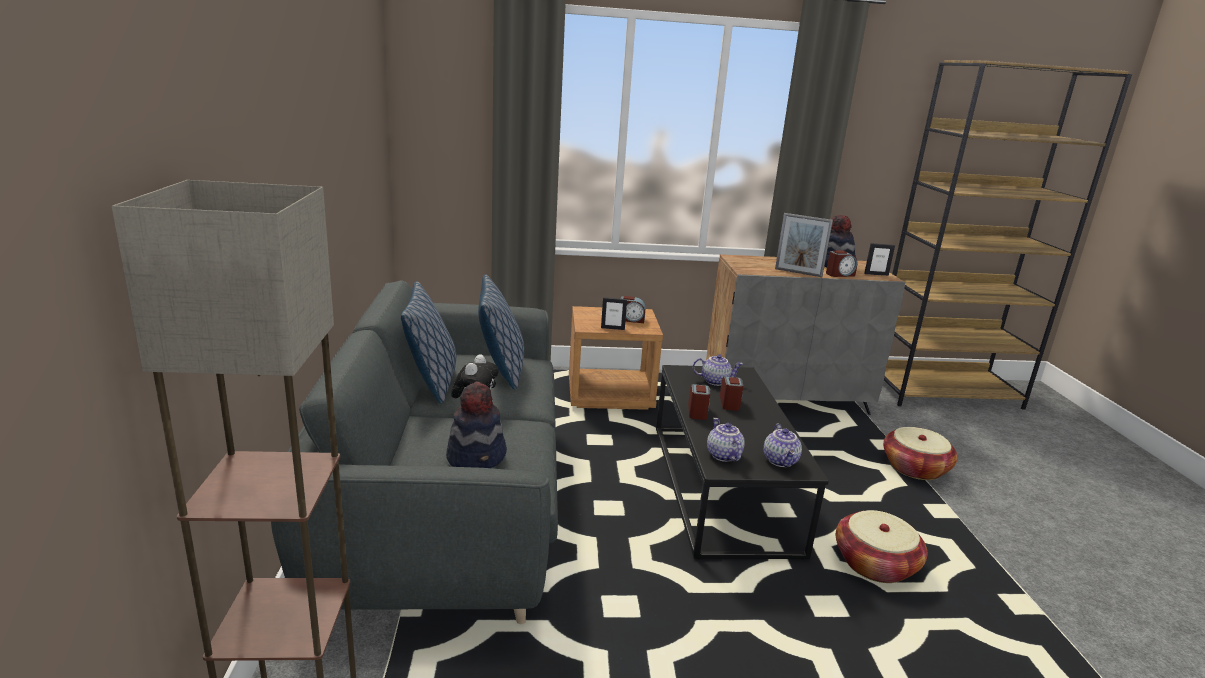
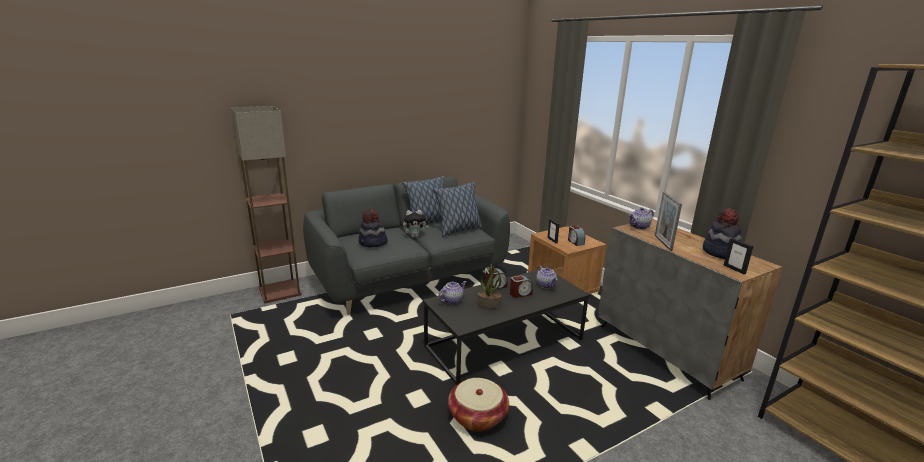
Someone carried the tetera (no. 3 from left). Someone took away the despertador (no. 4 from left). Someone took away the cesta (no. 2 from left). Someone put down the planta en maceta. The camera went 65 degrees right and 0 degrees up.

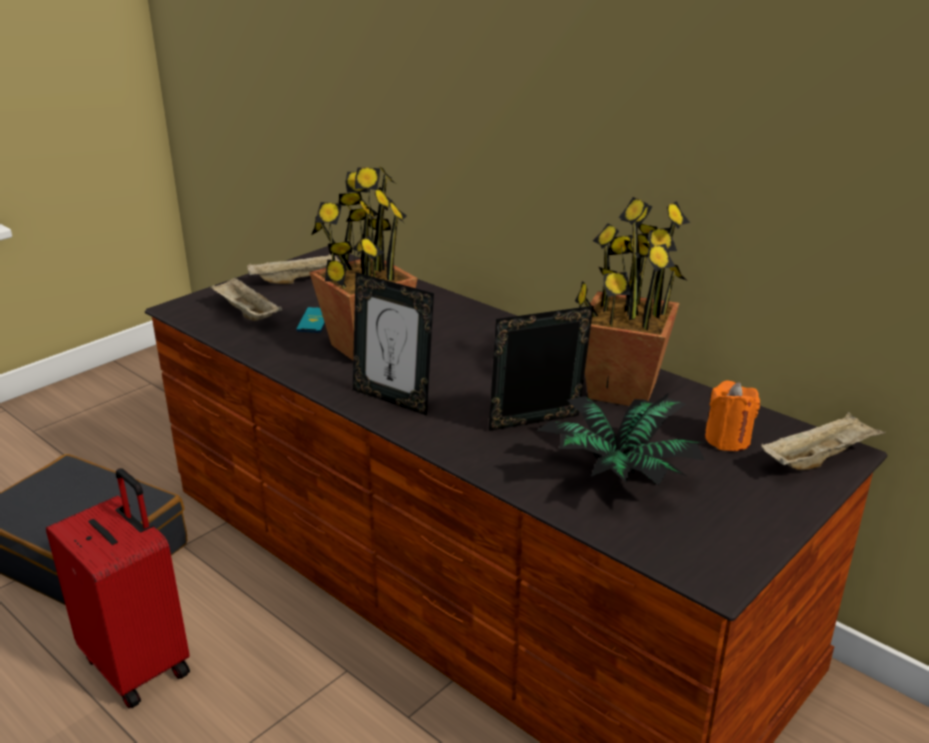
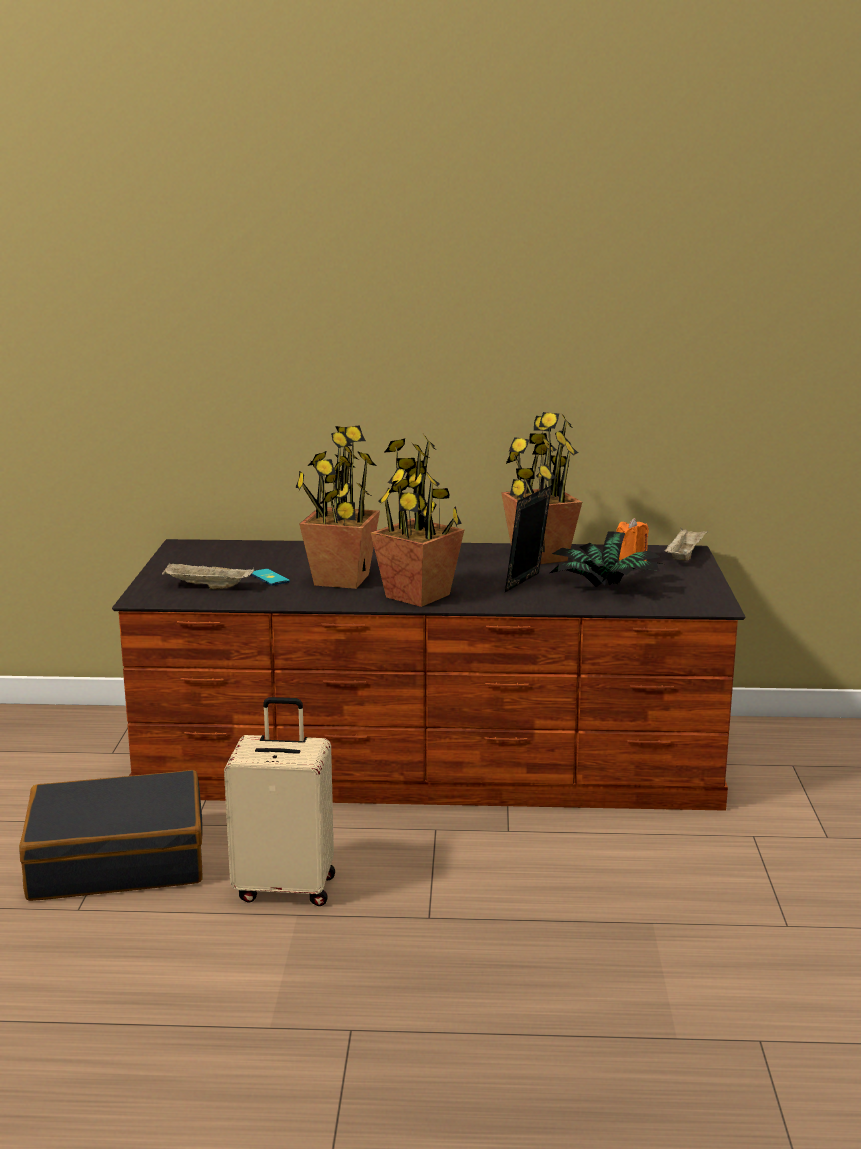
Someone repainted the maleta (rojo), which became the maleta (beis). Someone took away the bandeja (beis) (no. 2 from left). Someone swapped the portarretratos (no. 1 from left) for the planta en maceta (no. 2 from left). The camera went 40 degrees left and 10 degrees down.

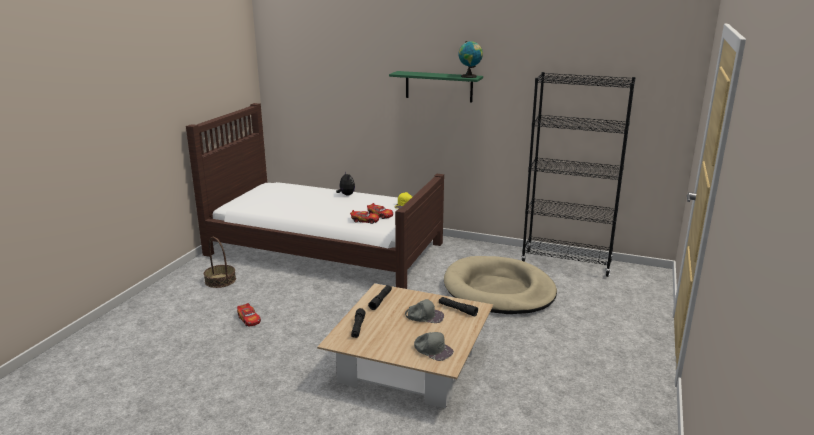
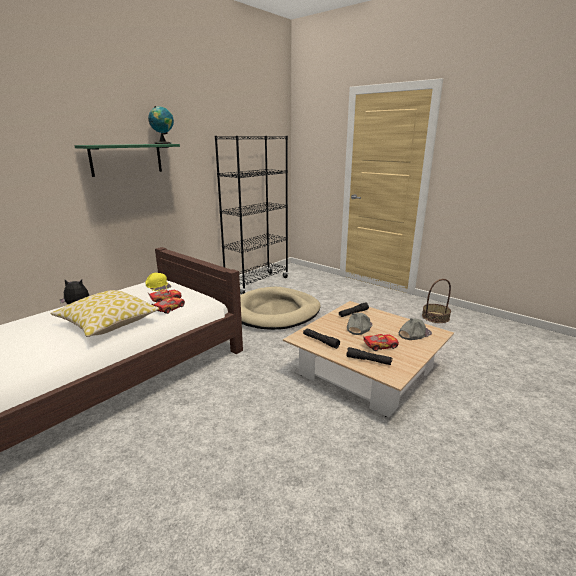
Someone carried the cesta. Someone carried the coche de juguete (no. 1 from left in the first image). Someone put down the cojín. The camera went 70 degrees left and 0 degrees up.

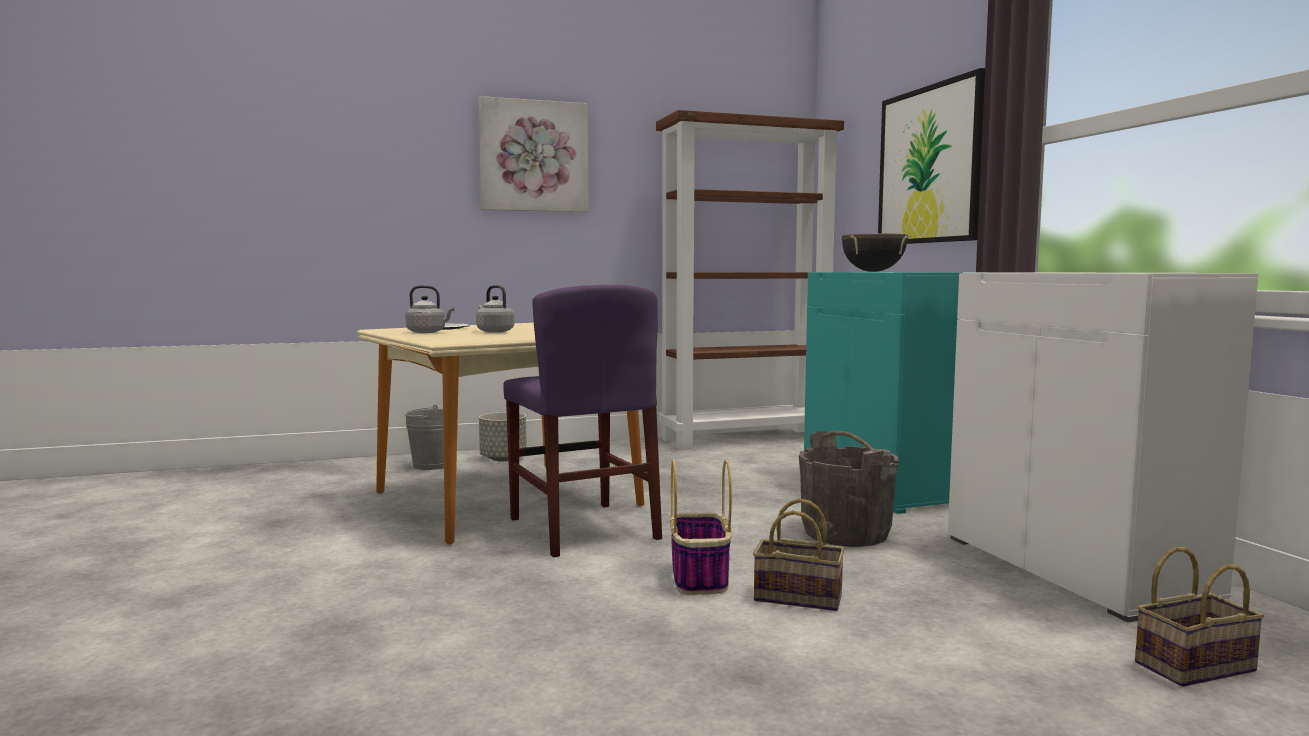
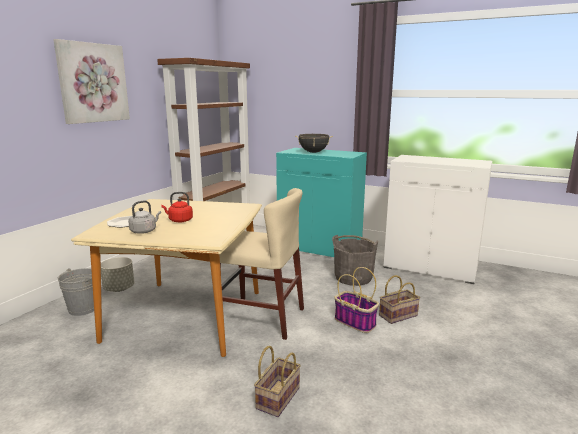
Someone repainted the hervidor (gris) (no. 2 from left), which became the hervidor (rojo). Someone repainted the silla (morado), which became the silla (beis). Someone took away the cuadro (no. 2 from left). Someone carried the cesta (no. 3 from left in the first image). The camera went 45 degrees left and 10 degrees up.

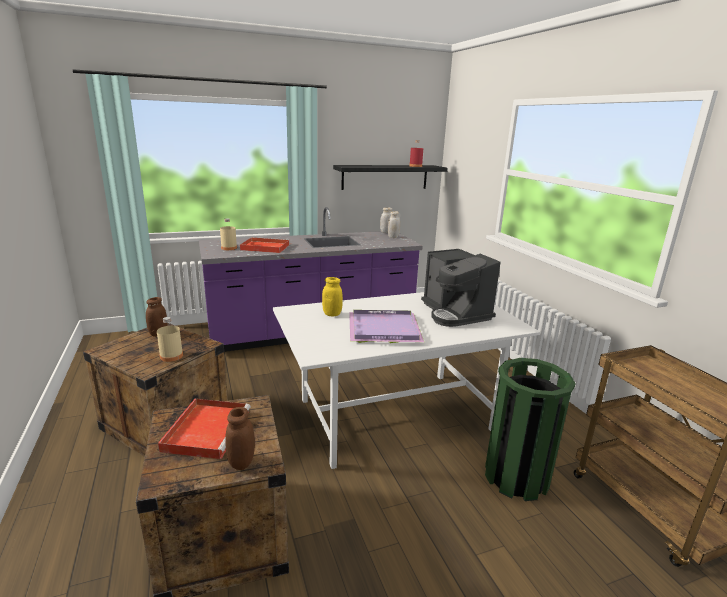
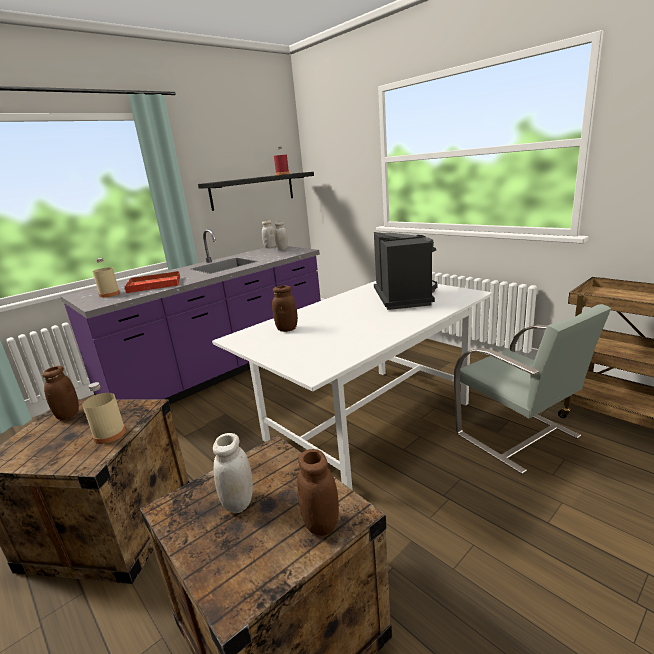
Someone swapped the bandeja (rojo) (no. 1 from left) for the tarro (blanco) (no. 1 from left). Someone repainted the tarro (amarillo), which became the tarro (marrón) (no. 2 from left). Someone took away the bandeja (morado). Someone rotated the cafetera by 135 degrees counterclockwise. Someone swapped the papelera (verde) for the silla (gris). The camera went 20 degrees left and 0 degrees up.

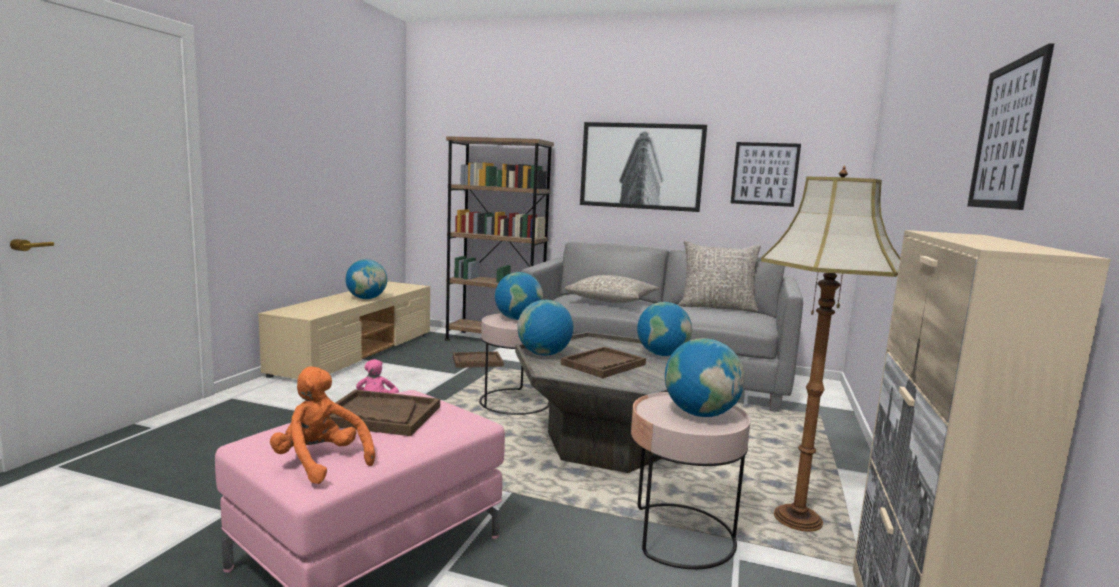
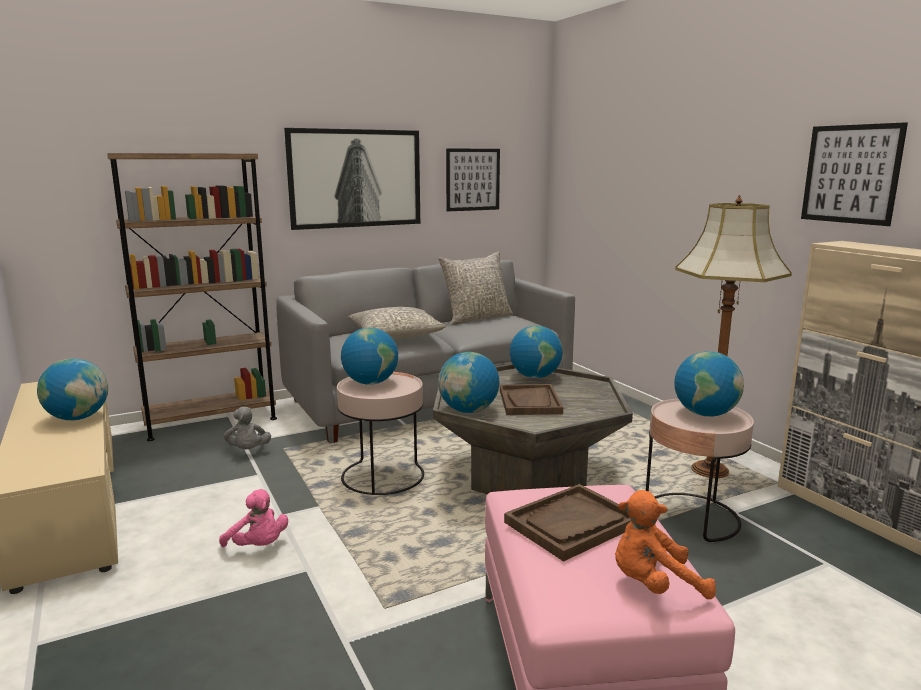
Someone swapped the bandeja (marrón) (no. 2 from left) for the peluche (gris). The camera went 45 degrees left and 5 degrees up.

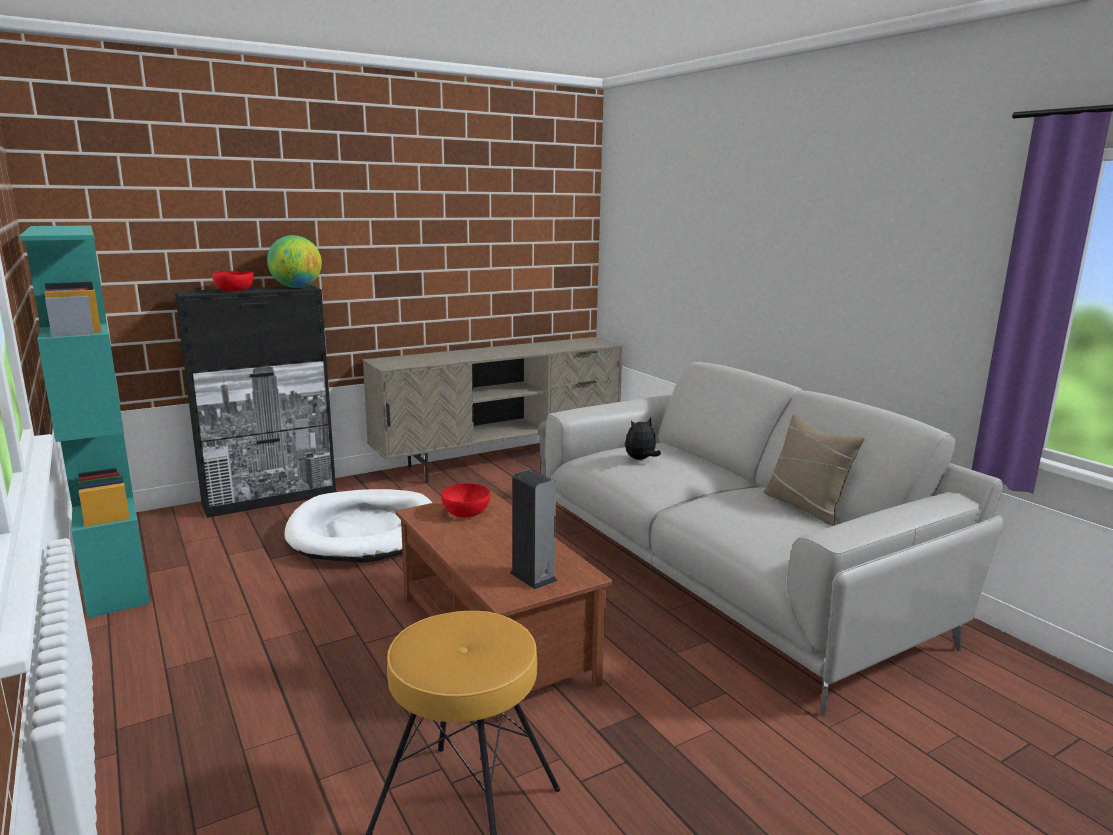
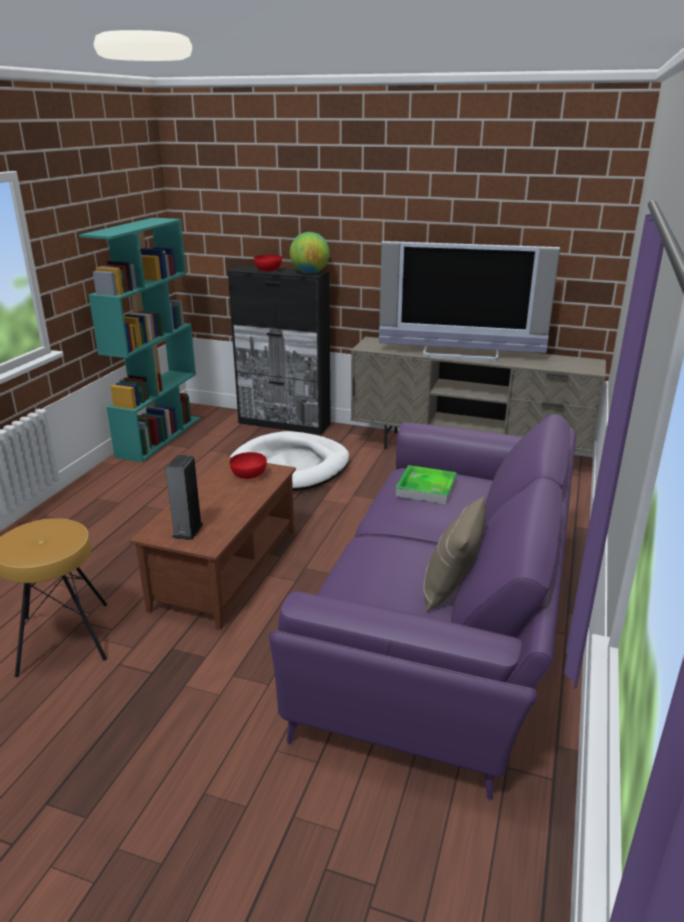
Someone repainted the sofá (gris), which became the sofá (morado). Someone swapped the peluche for the bandeja. Someone put down the televisor. The camera went 50 degrees right and 10 degrees up.

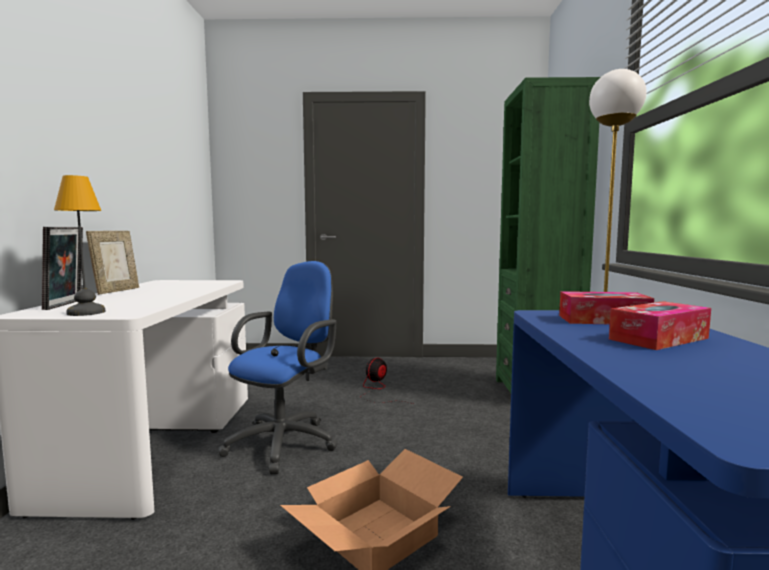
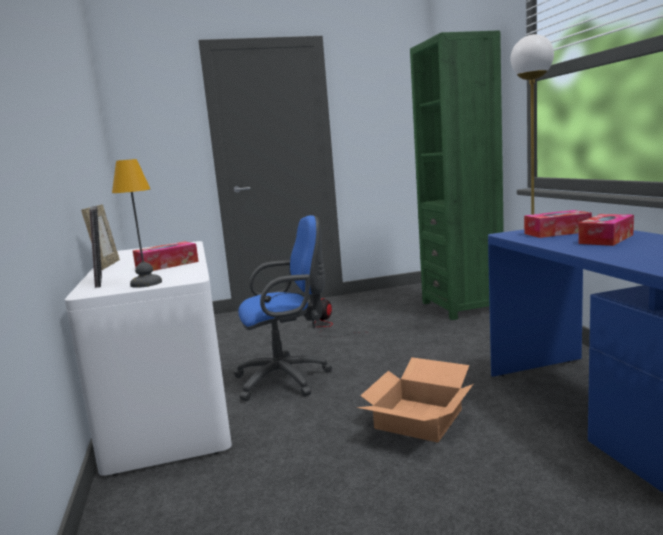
Someone rotated the silla de oficina (azul) by 60 degrees clockwise. Someone put down the caja de pañuelos (no. 1 from left). The camera went 15 degrees left and 5 degrees up.

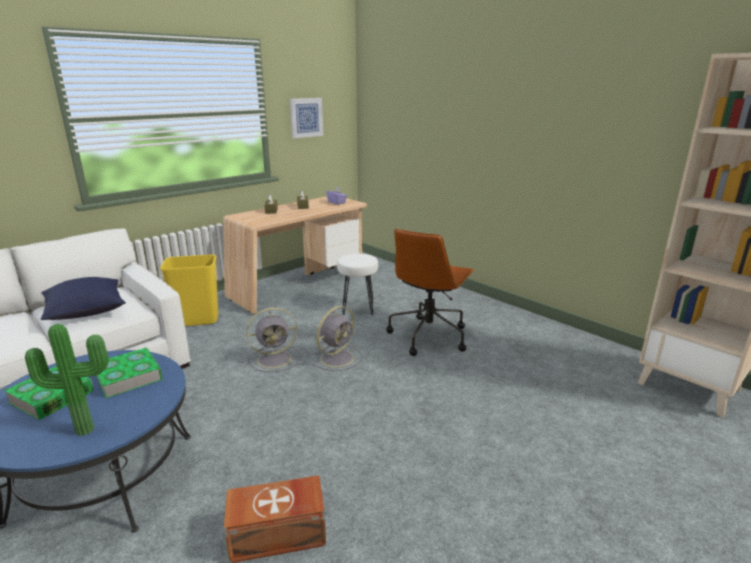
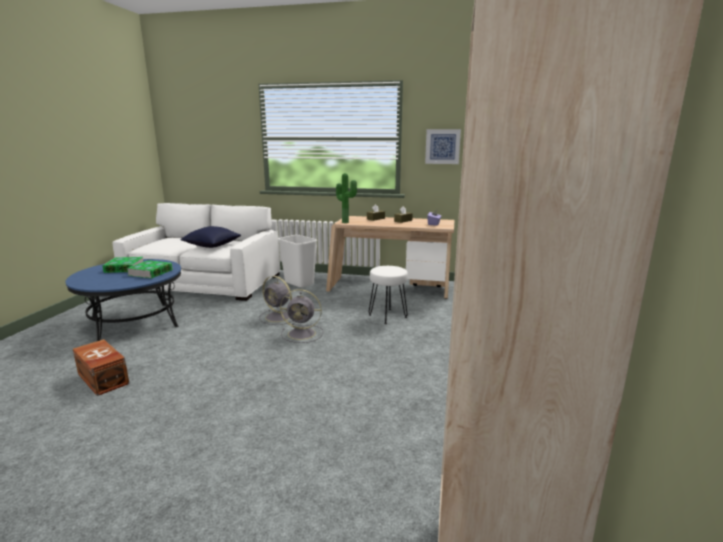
Someone carried the planta en maceta. Someone repainted the papelera (amarillo), which became the papelera (blanco). Someone took away the silla de oficina (marrón). The camera went 55 degrees right and 5 degrees down.

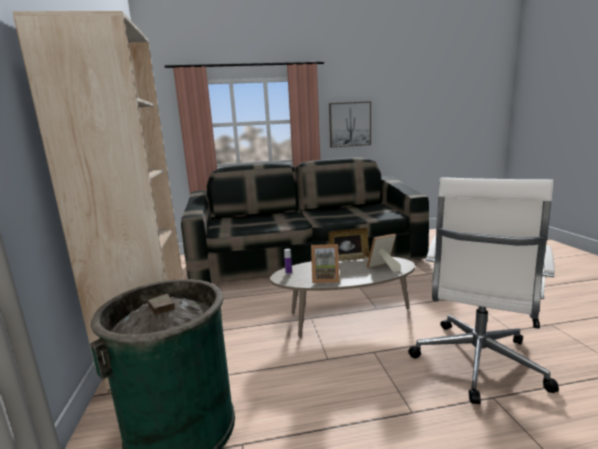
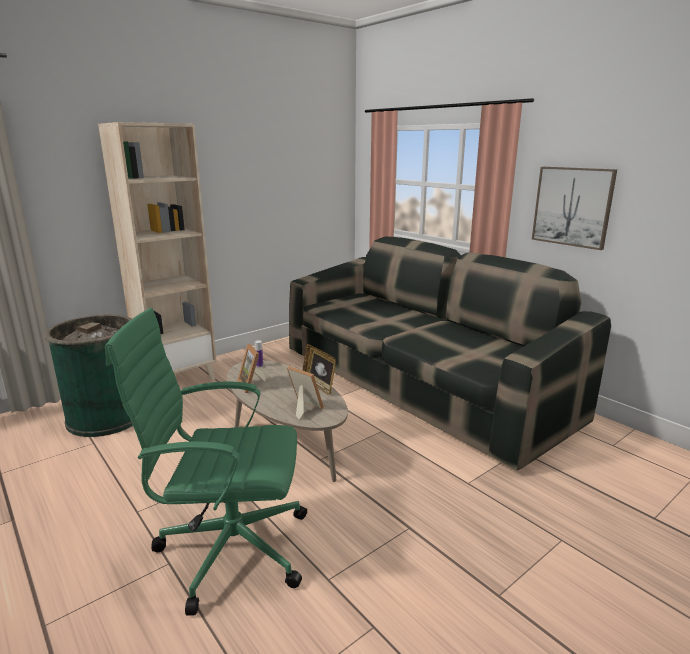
Someone repainted the silla de oficina (blanco), which became the silla de oficina (verde). The camera went 60 degrees right and 5 degrees up.

